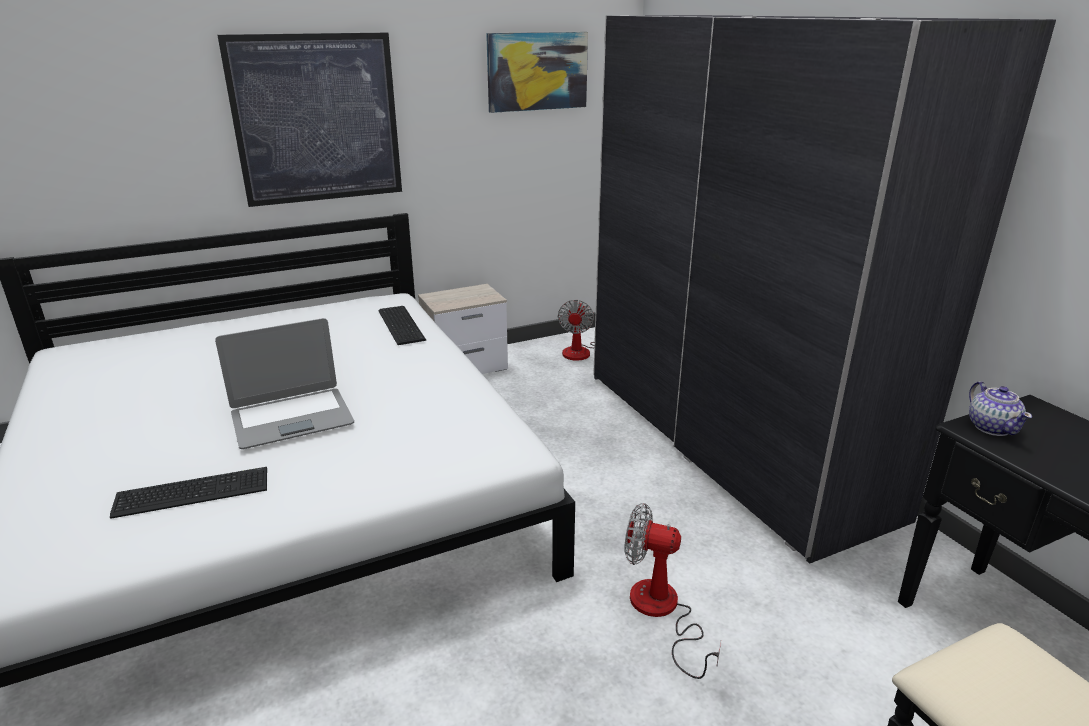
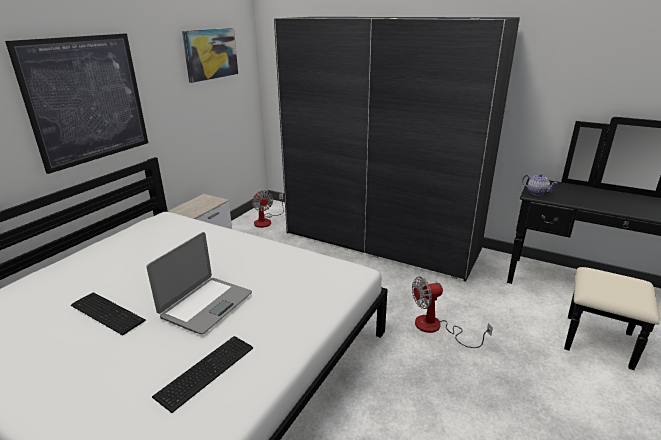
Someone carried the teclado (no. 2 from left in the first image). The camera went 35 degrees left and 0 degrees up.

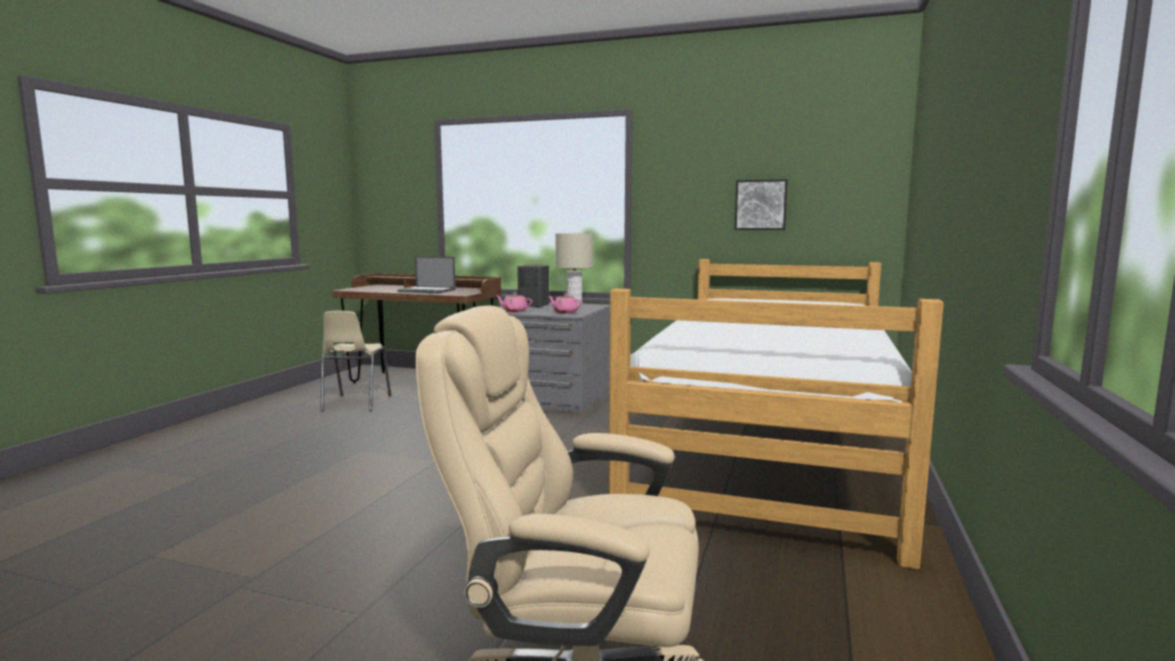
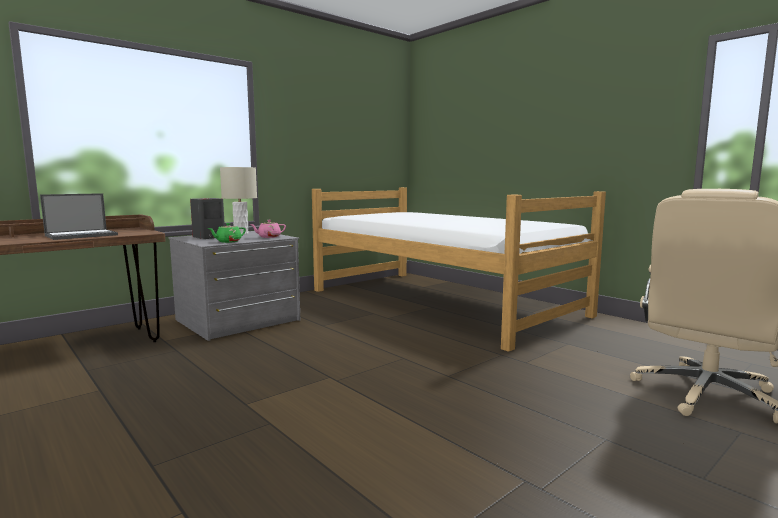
Someone took away the silla (beis). Someone repainted the tetera (rosa) (no. 1 from left), which became the tetera (verde). Someone took away the cuadro. The camera went 60 degrees left and 0 degrees up.

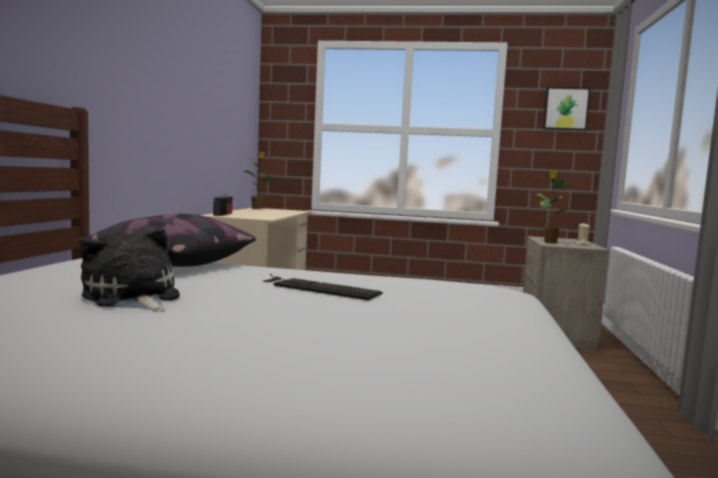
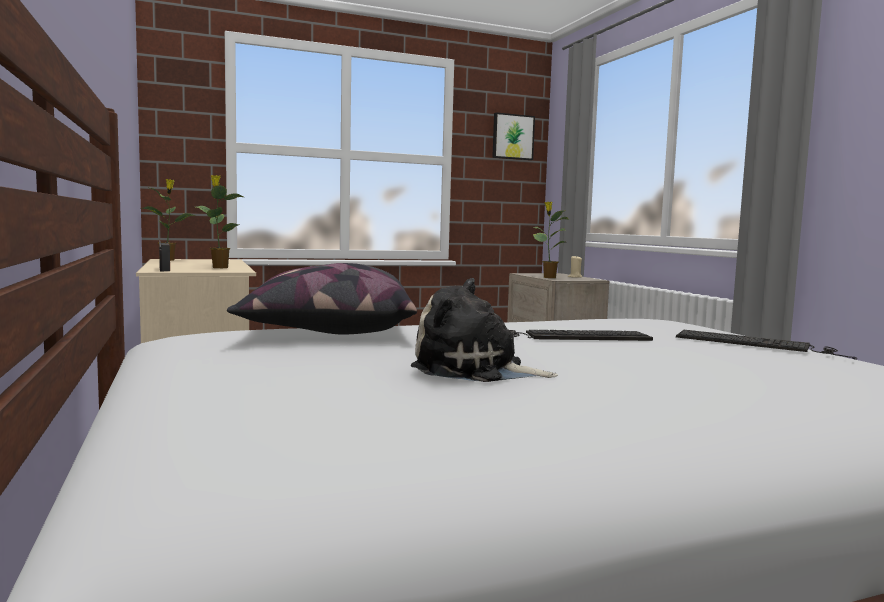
Someone put down the planta en maceta (no. 2 from left). Someone put down the teclado (no. 2 from left). The camera went 30 degrees left and 0 degrees up.

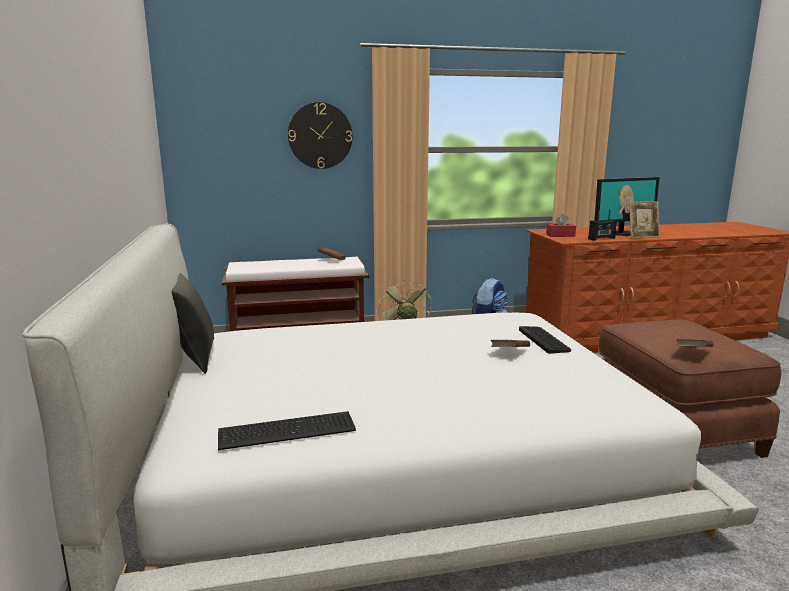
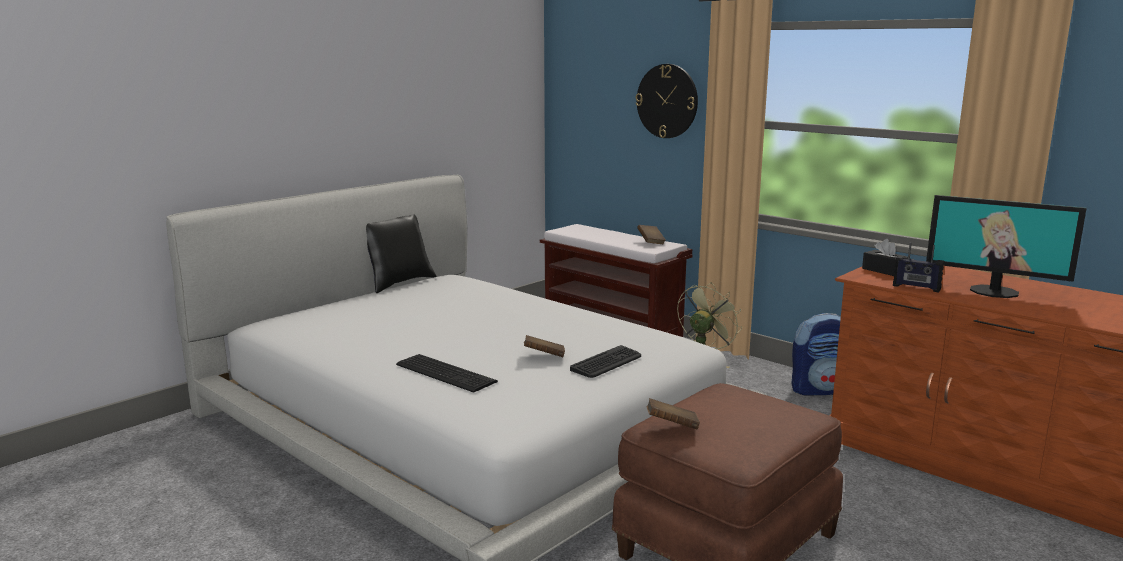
Someone carried the teclado (no. 1 from left). Someone repainted the caja de pañuelos (rojo), which became the caja de pañuelos (negro). Someone took away the portarretratos. The camera went 55 degrees right and 0 degrees up.

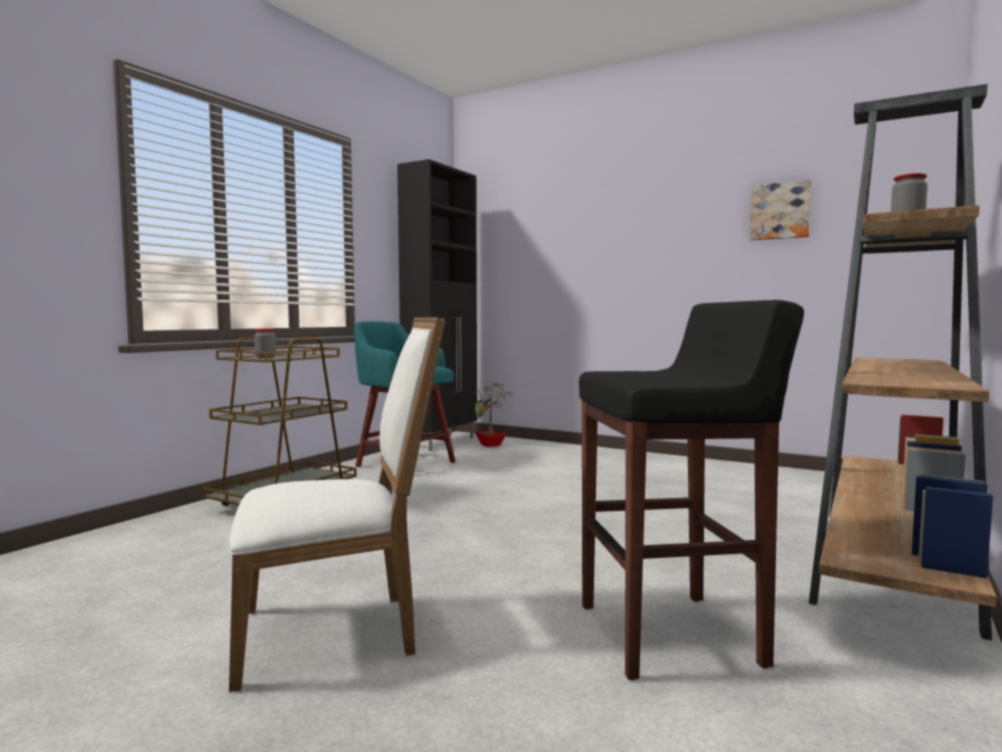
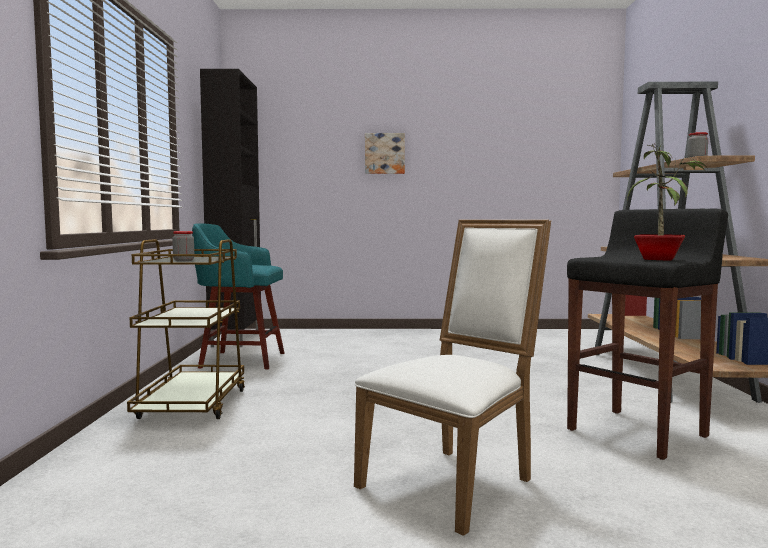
Someone carried the planta en maceta. Someone carried the cuadro. The camera went 30 degrees left and 0 degrees up.

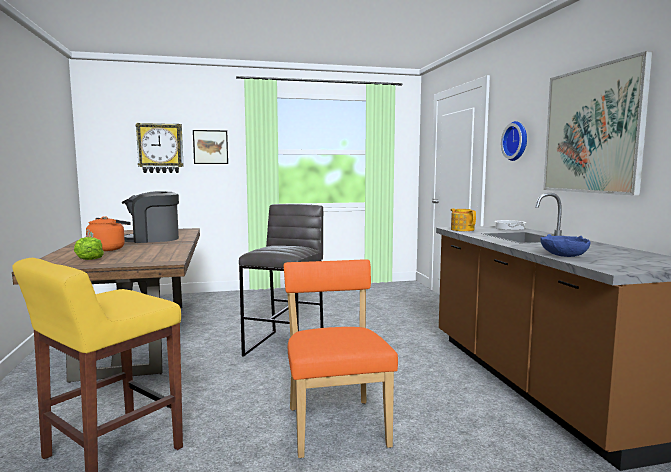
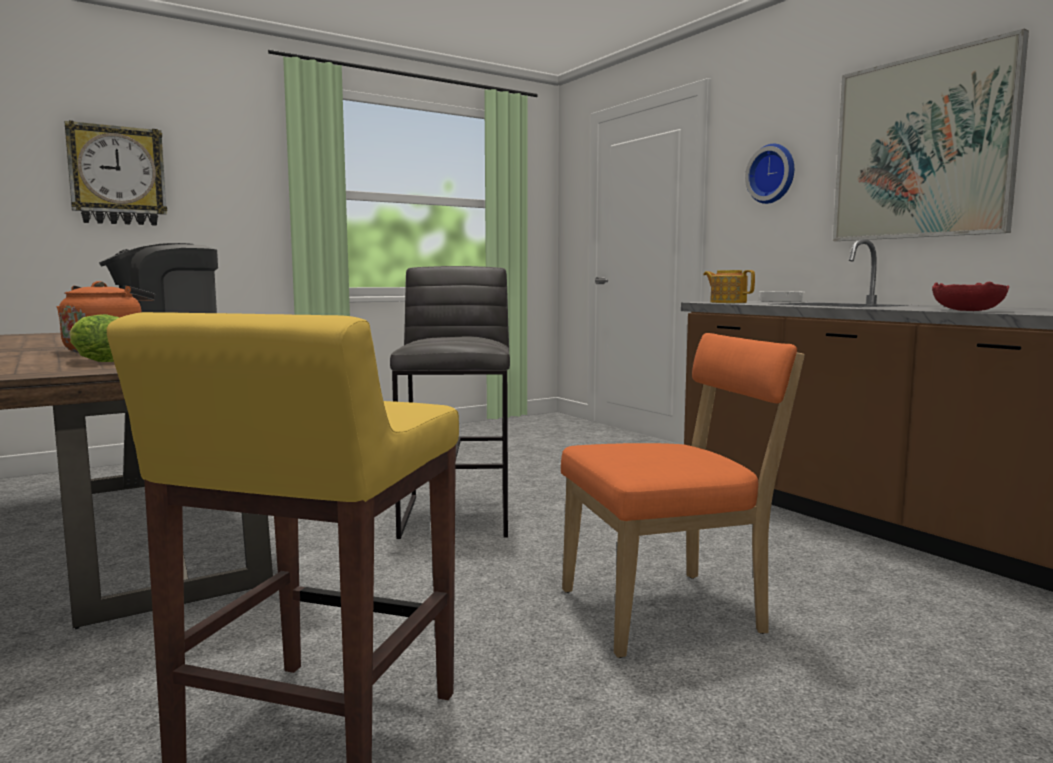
Someone took away the cuadro (no. 1 from left). Someone rotated the silla (naranja) by 105 degrees clockwise. Someone repainted the cuenco (azul), which became the cuenco (rojo). The camera went 20 degrees left and 0 degrees up.

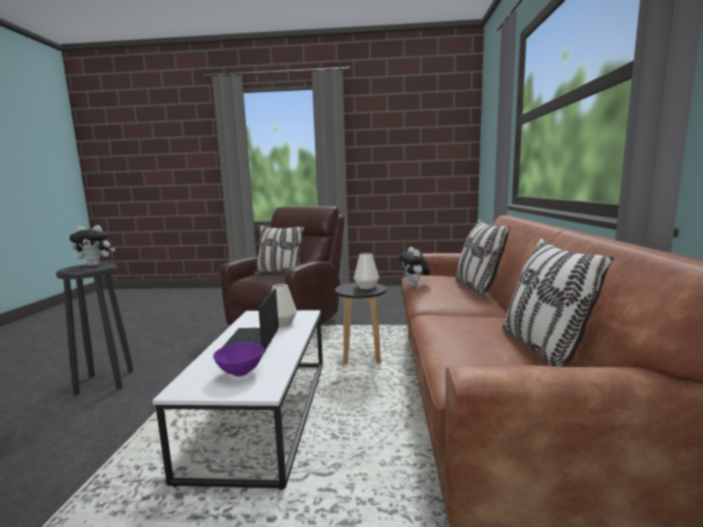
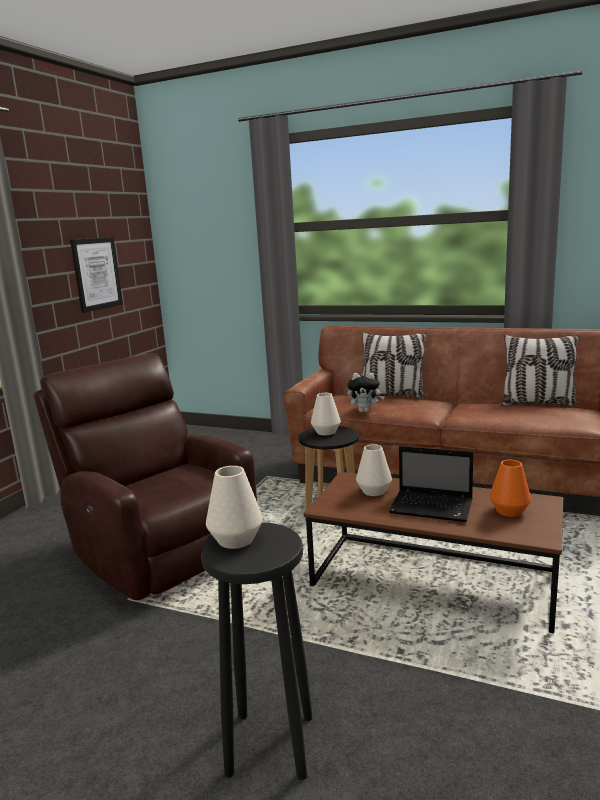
Someone swapped the peluche (no. 1 from left) for the florero (blanco) (no. 1 from left). Someone repainted the mesa de centro (blanco), which became the mesa de centro (marrón). Someone swapped the cuenco (morado) for the florero (naranja). Someone took away the cojín (no. 1 from left). Someone put up the cuadro. The camera went 70 degrees left and 5 degrees up.

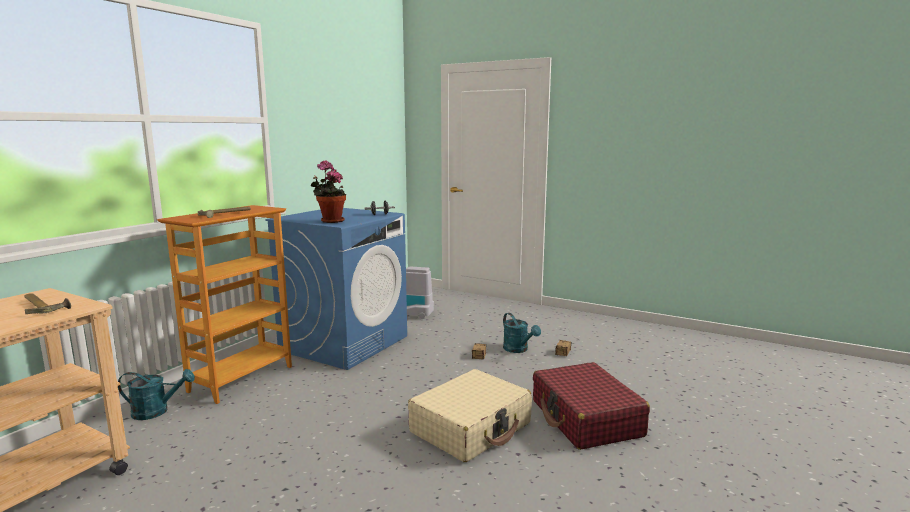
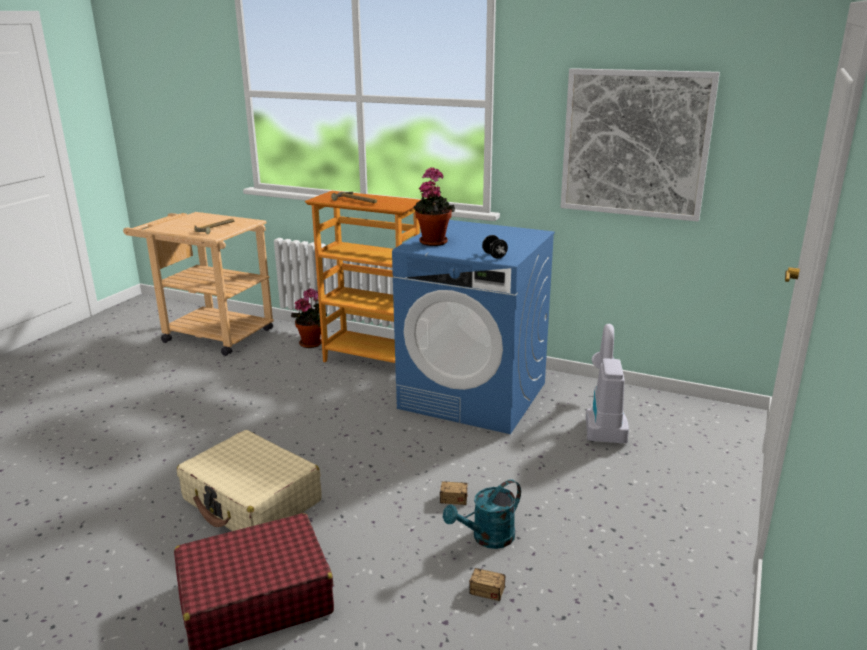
Someone swapped the regadera (turquesa) (no. 1 from left) for the planta en maceta (no. 1 from left). Someone put up the cuadro. The camera went 85 degrees right and 10 degrees up.

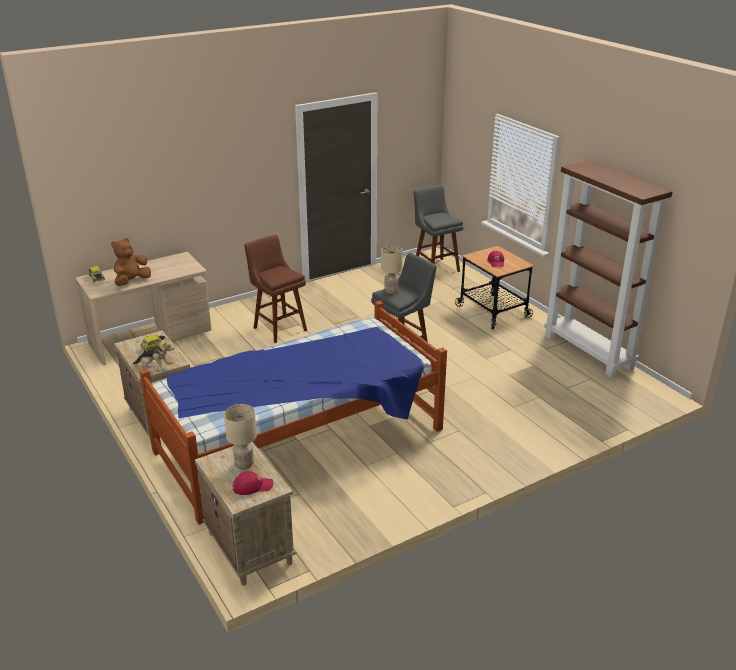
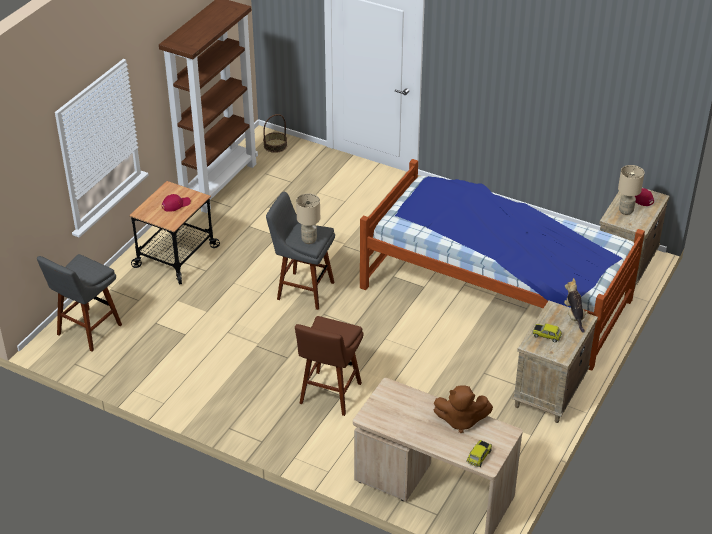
Someone put down the cesta. The camera went 120 degrees left and 10 degrees up.

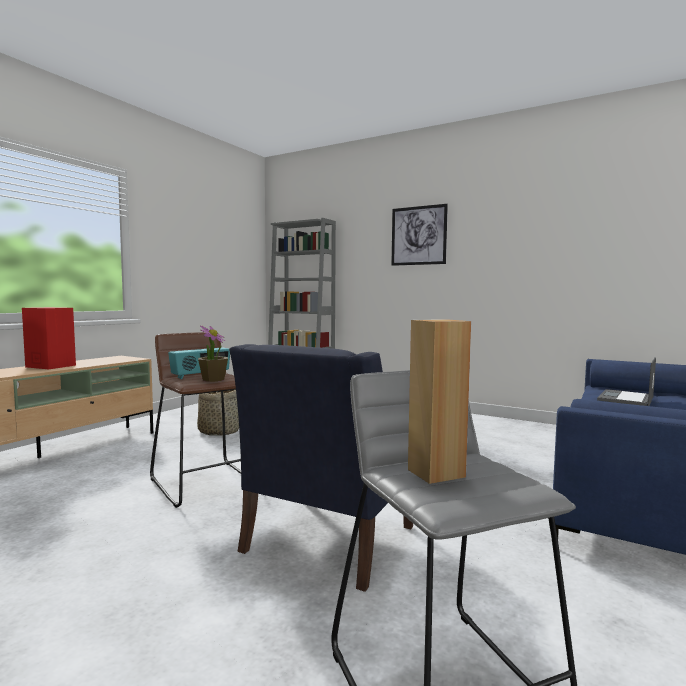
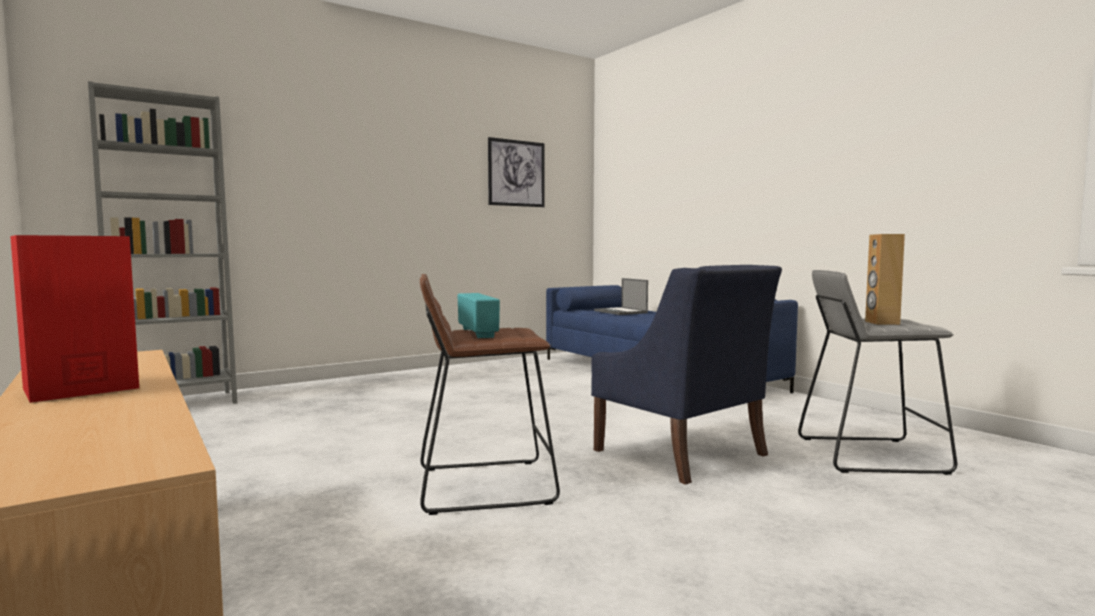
Someone took away the cesta. Someone took away the planta en maceta. Someone carried the cuadro. The camera went 65 degrees left and 0 degrees up.

